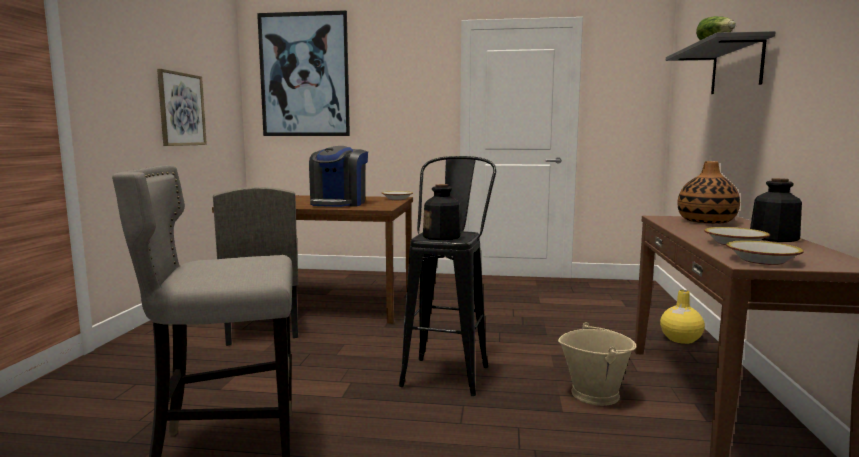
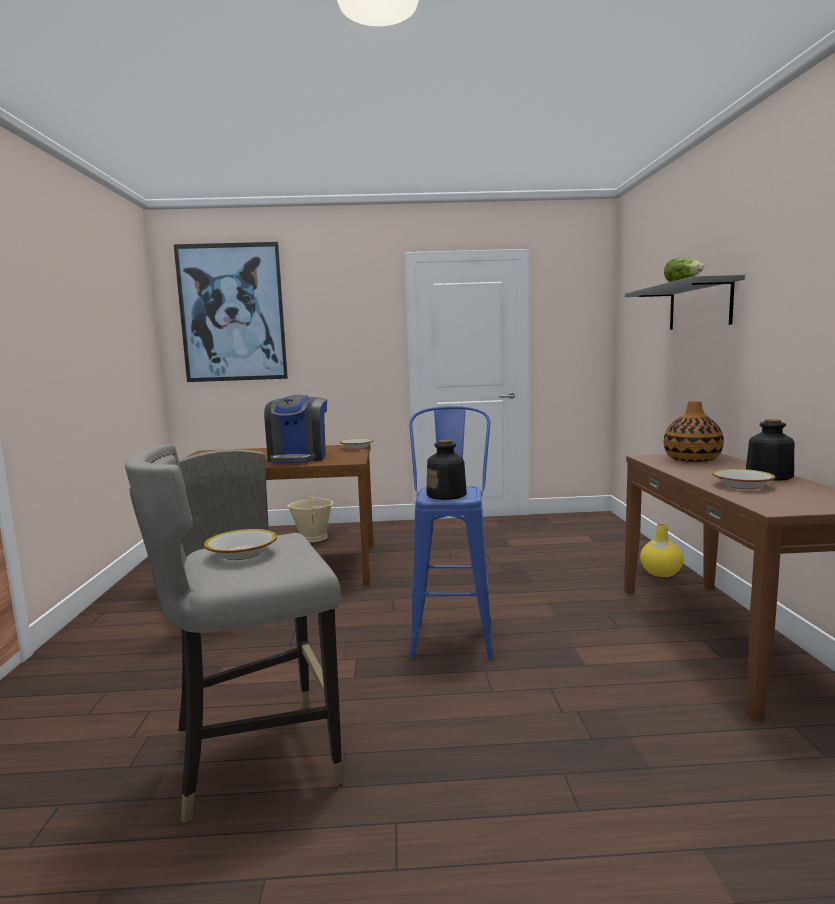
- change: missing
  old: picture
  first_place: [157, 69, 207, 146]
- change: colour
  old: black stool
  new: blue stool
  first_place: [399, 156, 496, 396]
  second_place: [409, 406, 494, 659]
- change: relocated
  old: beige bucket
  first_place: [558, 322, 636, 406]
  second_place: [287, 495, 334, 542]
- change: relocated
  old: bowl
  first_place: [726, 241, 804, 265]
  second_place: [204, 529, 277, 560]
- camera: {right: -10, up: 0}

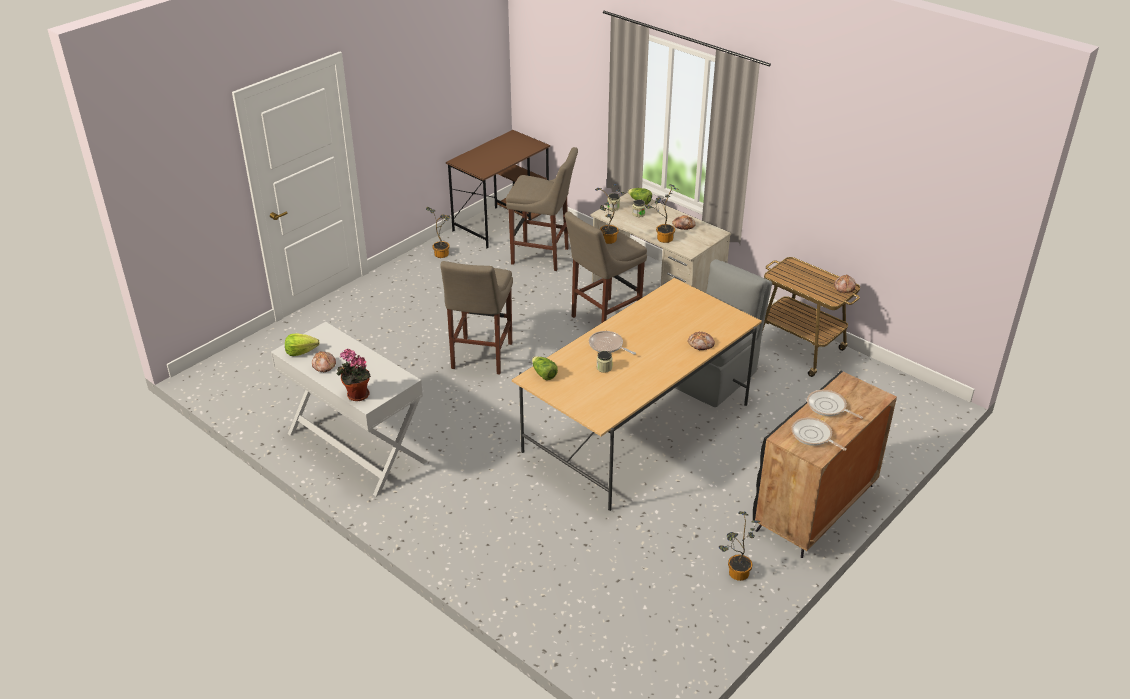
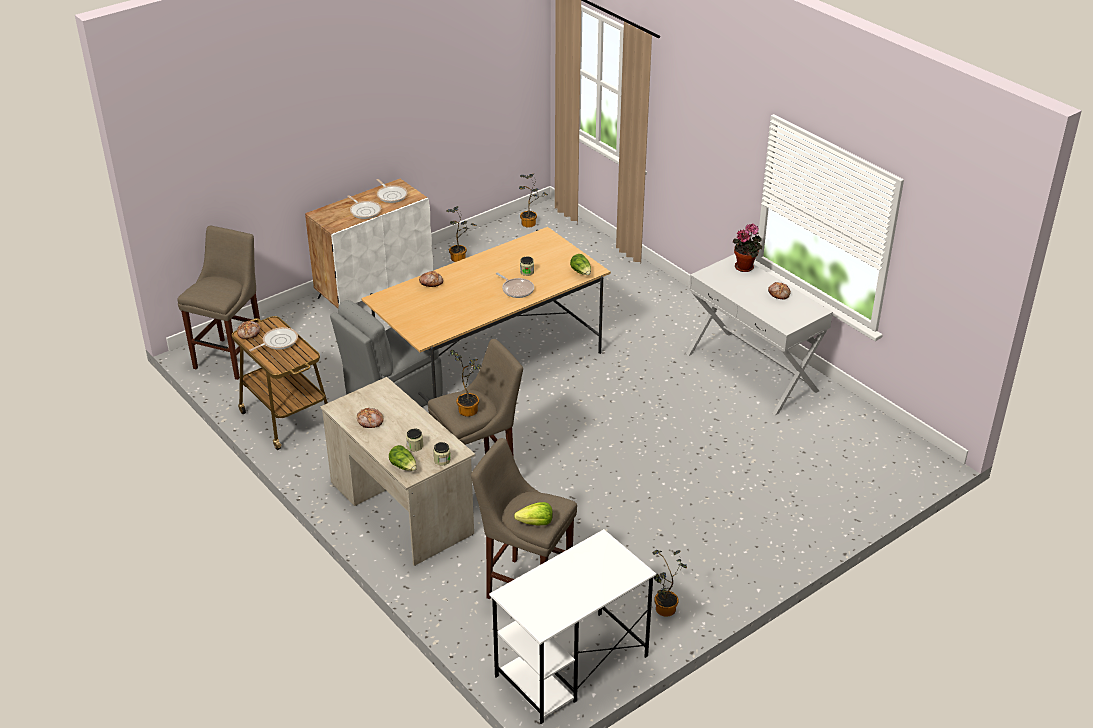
- change: relocated
  old: lettuce
  first_place: [285, 333, 320, 356]
  second_place: [514, 502, 553, 526]
- change: relocated
  old: beige stool
  first_place: [440, 261, 513, 374]
  second_place: [177, 225, 264, 380]
- change: colour
  old: brown desk
  new: white desk
  first_place: [446, 130, 550, 248]
  second_place: [489, 529, 656, 724]
- change: relocated
  old: potted plant
  first_place: [645, 184, 677, 243]
  second_place: [519, 174, 548, 228]
- change: colour
  old: black cabinet
  new: white cabinet
  first_place: [753, 371, 897, 558]
  second_place: [305, 179, 433, 308]
- change: appeared
  new: frying pan
  second_place: [249, 327, 298, 351]
- camera: {right: -170, up: 0}

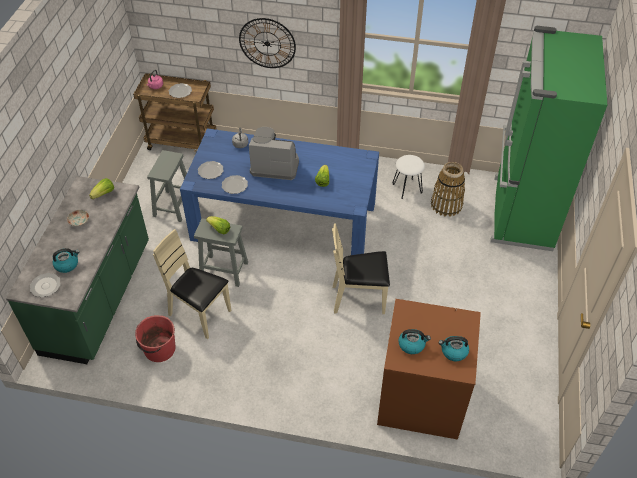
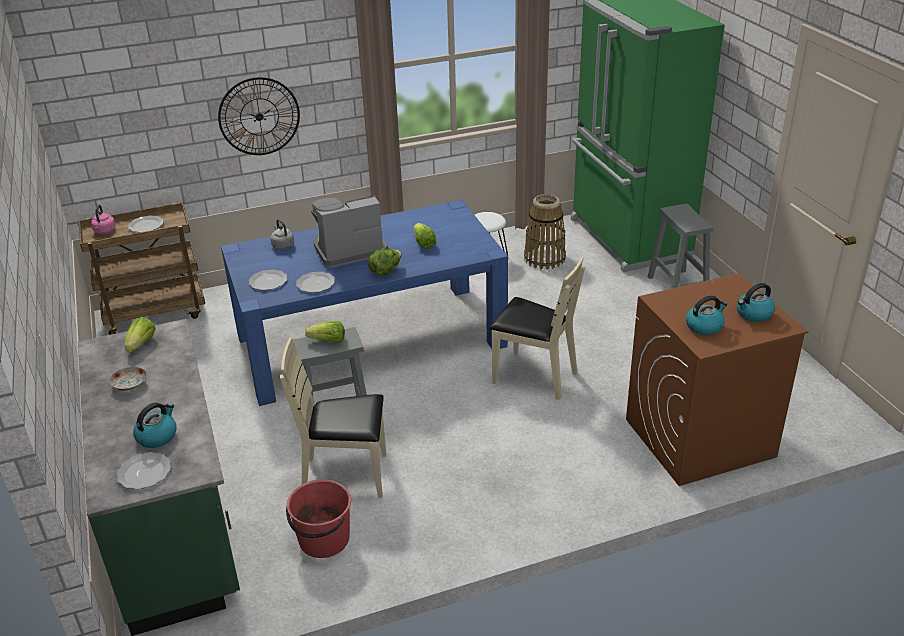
- change: relocated
  old: grey stool
  first_place: [147, 150, 187, 222]
  second_place: [648, 204, 714, 288]
- change: spun
  old: beige chair
  first_place: [332, 223, 390, 314]
  second_place: [490, 257, 585, 400]
  degrees: -120
- change: appeared
  new: lettuce
  second_place: [368, 248, 402, 276]
- camera: {right: -30, up: -15}

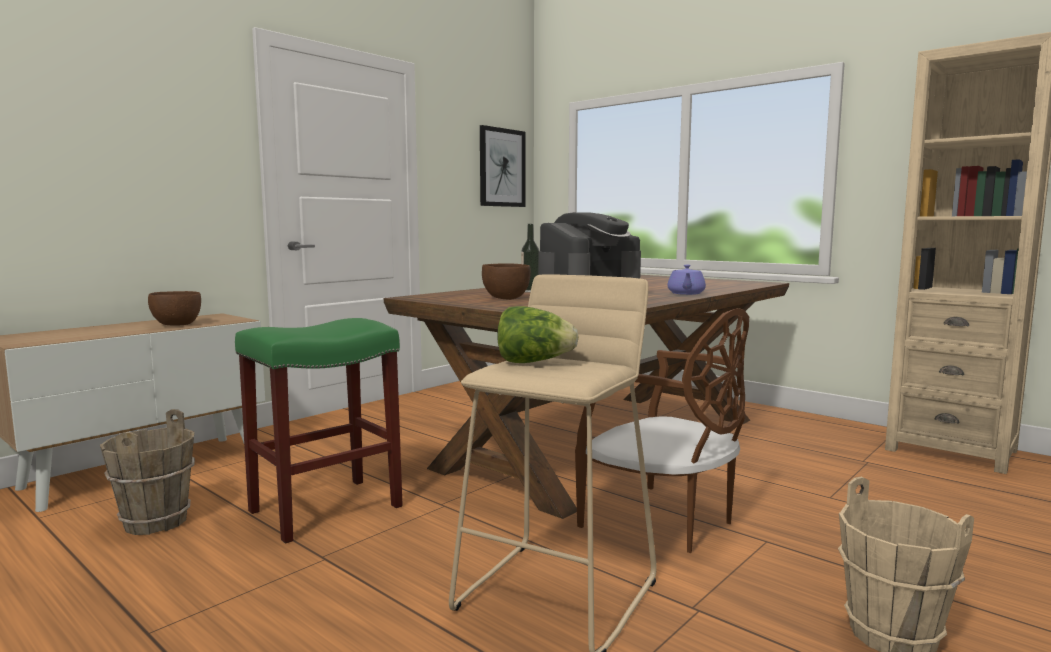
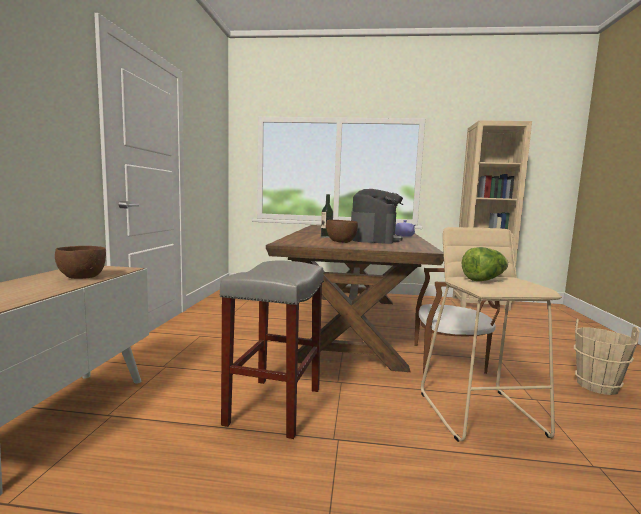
- change: missing
  old: brown bucket
  first_place: [100, 409, 195, 535]
- change: colour
  old: green stool
  new: grey stool
  first_place: [235, 318, 403, 543]
  second_place: [220, 260, 324, 439]
- change: missing
  old: picture
  first_place: [480, 125, 525, 207]
- camera: {right: -35, up: 0}

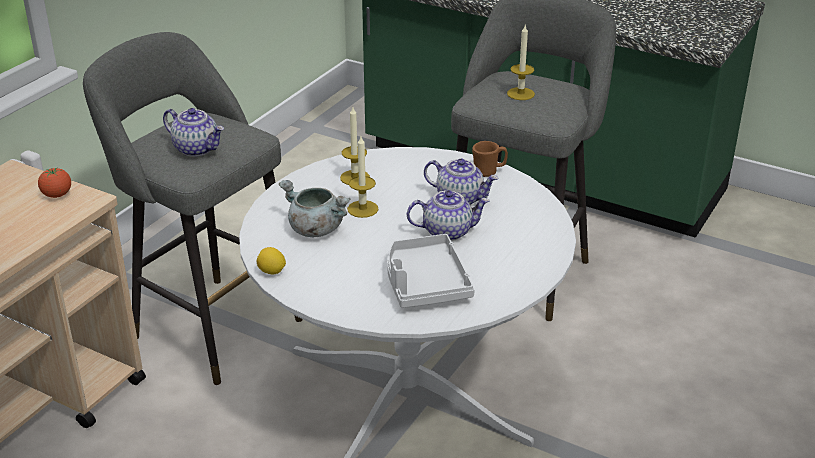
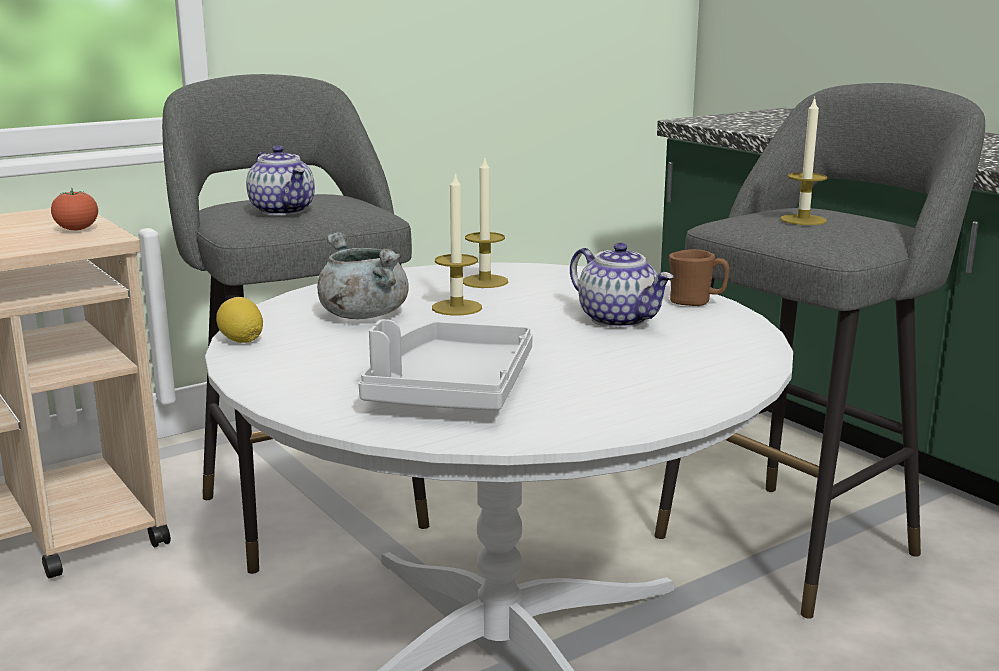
- change: missing
  old: teapot
  first_place: [407, 190, 490, 241]
- camera: {right: 25, up: -15}

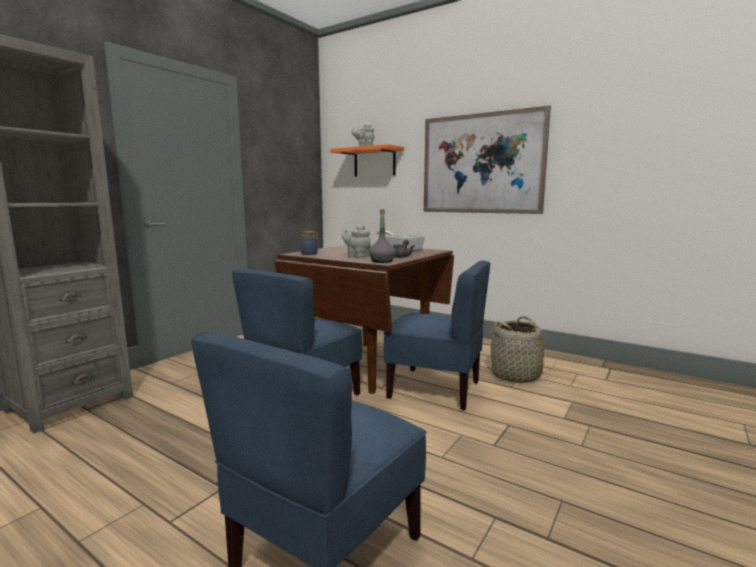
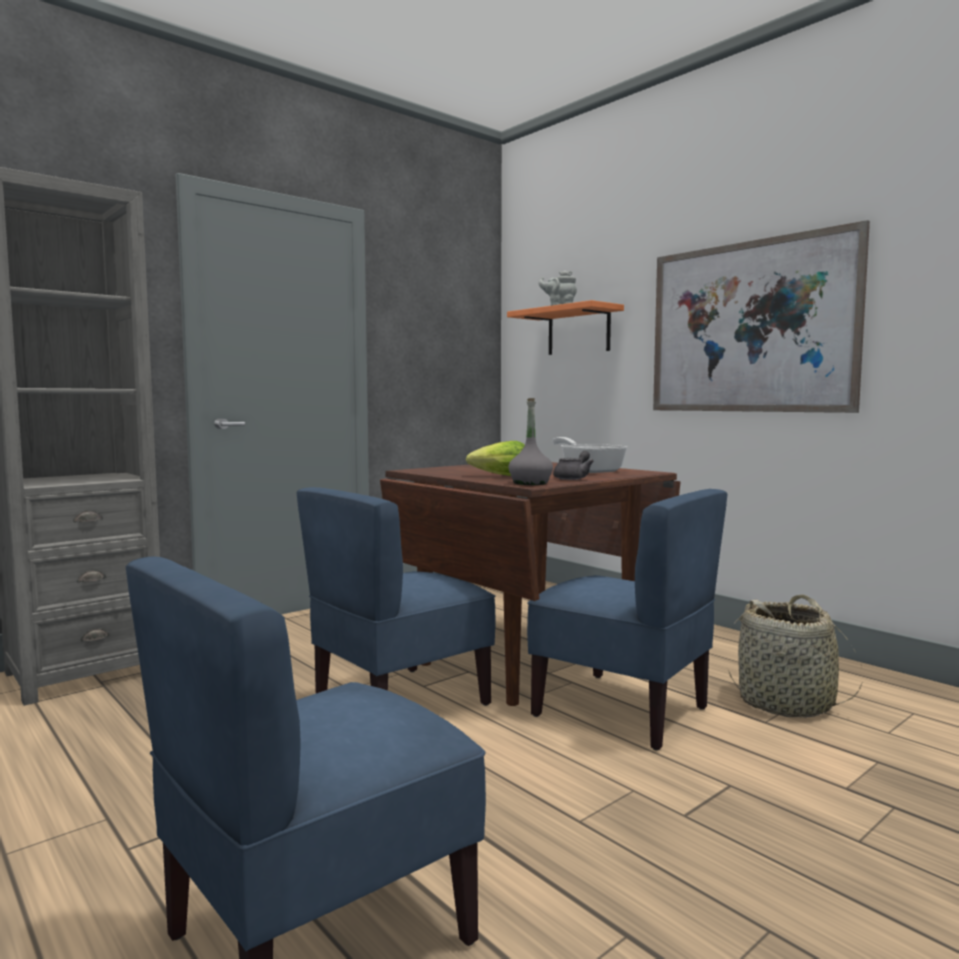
- change: missing
  old: jar
  first_place: [301, 231, 320, 255]
- change: exchanged
  old: grey teapot
  new: lettuce
  first_place: [342, 225, 370, 258]
  second_place: [466, 441, 525, 476]
- camera: {right: 15, up: -5}

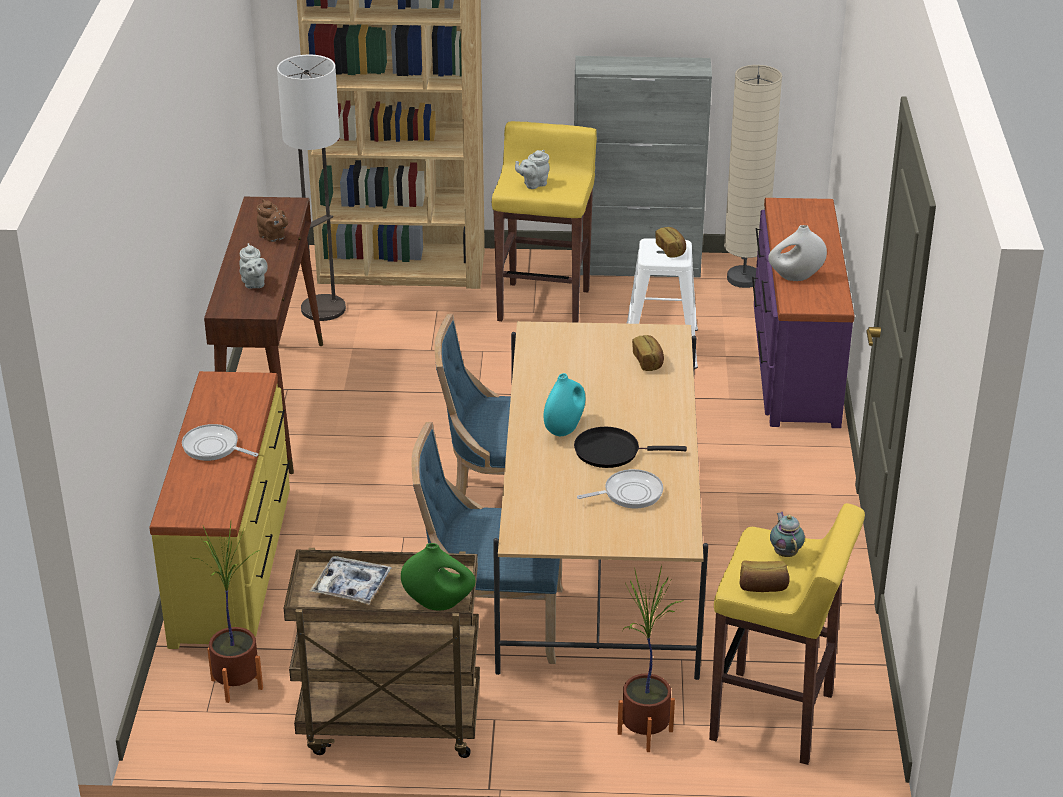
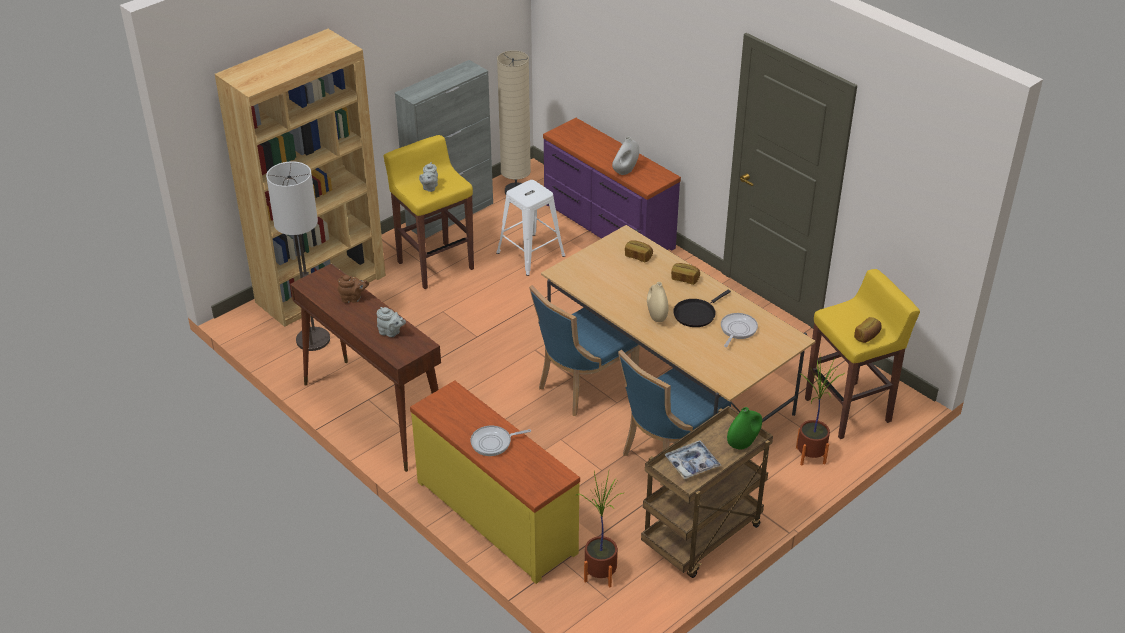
- change: colour
  old: turquoise vase
  new: beige vase
  first_place: [544, 373, 585, 436]
  second_place: [647, 282, 669, 322]
- change: relocated
  old: bread
  first_place: [655, 227, 686, 258]
  second_place: [671, 263, 700, 285]
- change: missing
  old: teapot
  first_place: [770, 512, 805, 557]
- camera: {right: -45, up: 5}

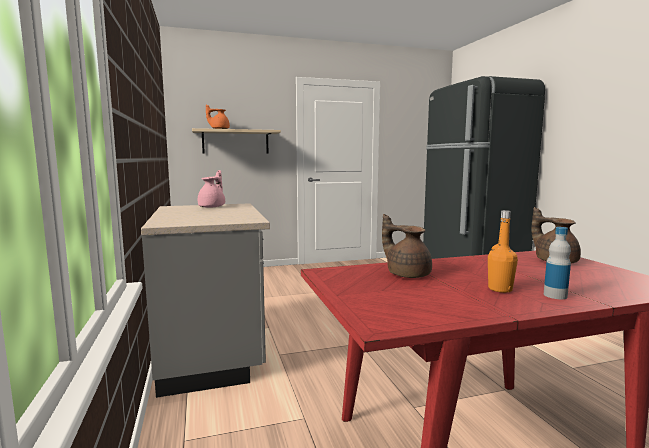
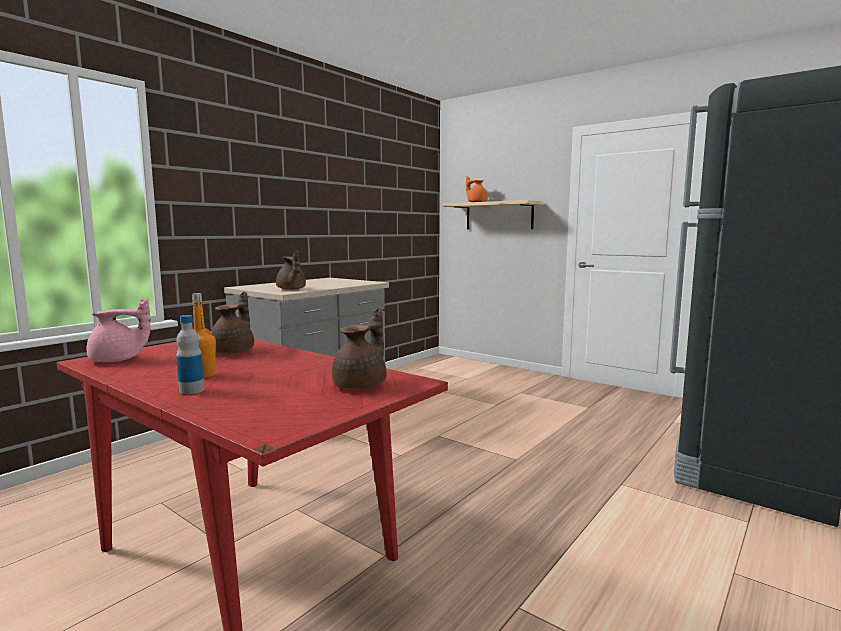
- change: relocated
  old: pink teapot
  first_place: [198, 170, 225, 208]
  second_place: [87, 298, 151, 362]
- change: appeared
  new: brown teapot
  second_place: [276, 250, 306, 290]
- camera: {right: 55, up: 0}

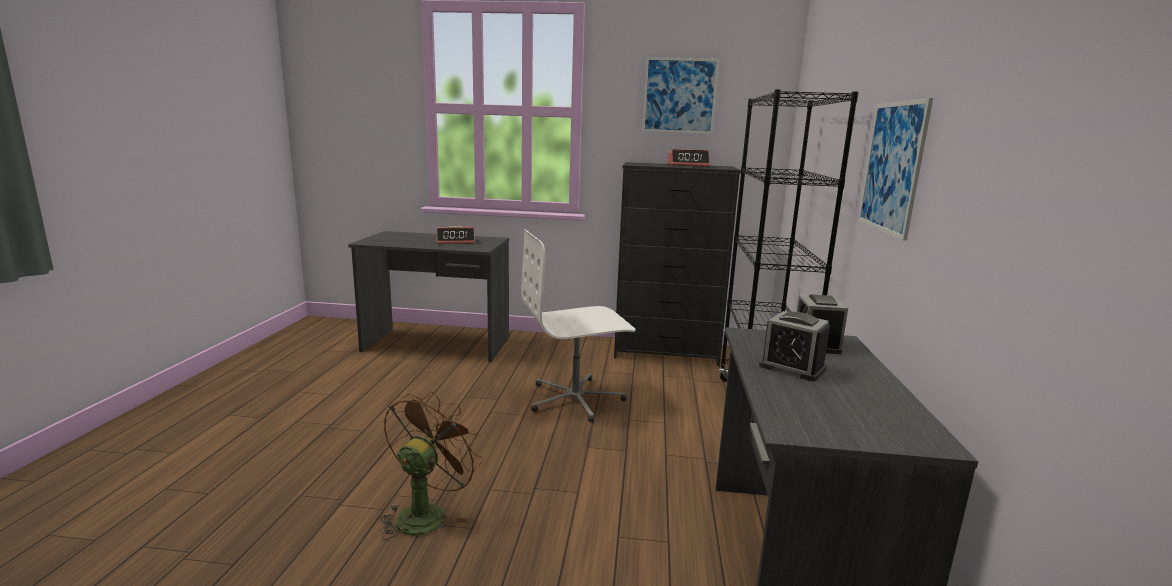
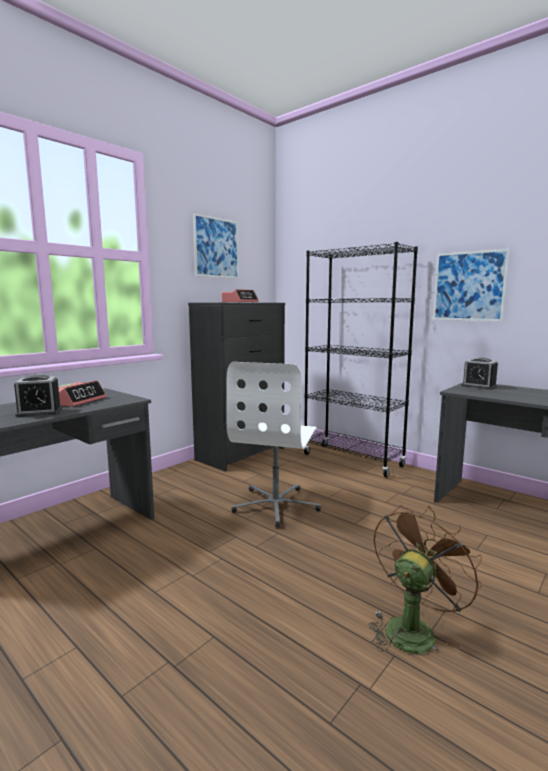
- change: spun
  old: brown fan
  first_place: [380, 391, 483, 540]
  second_place: [368, 505, 482, 654]
  degrees: 75
- change: relocated
  old: alarm clock
  first_place: [759, 311, 830, 381]
  second_place: [14, 374, 62, 417]
- camera: {right: -55, up: -5}

